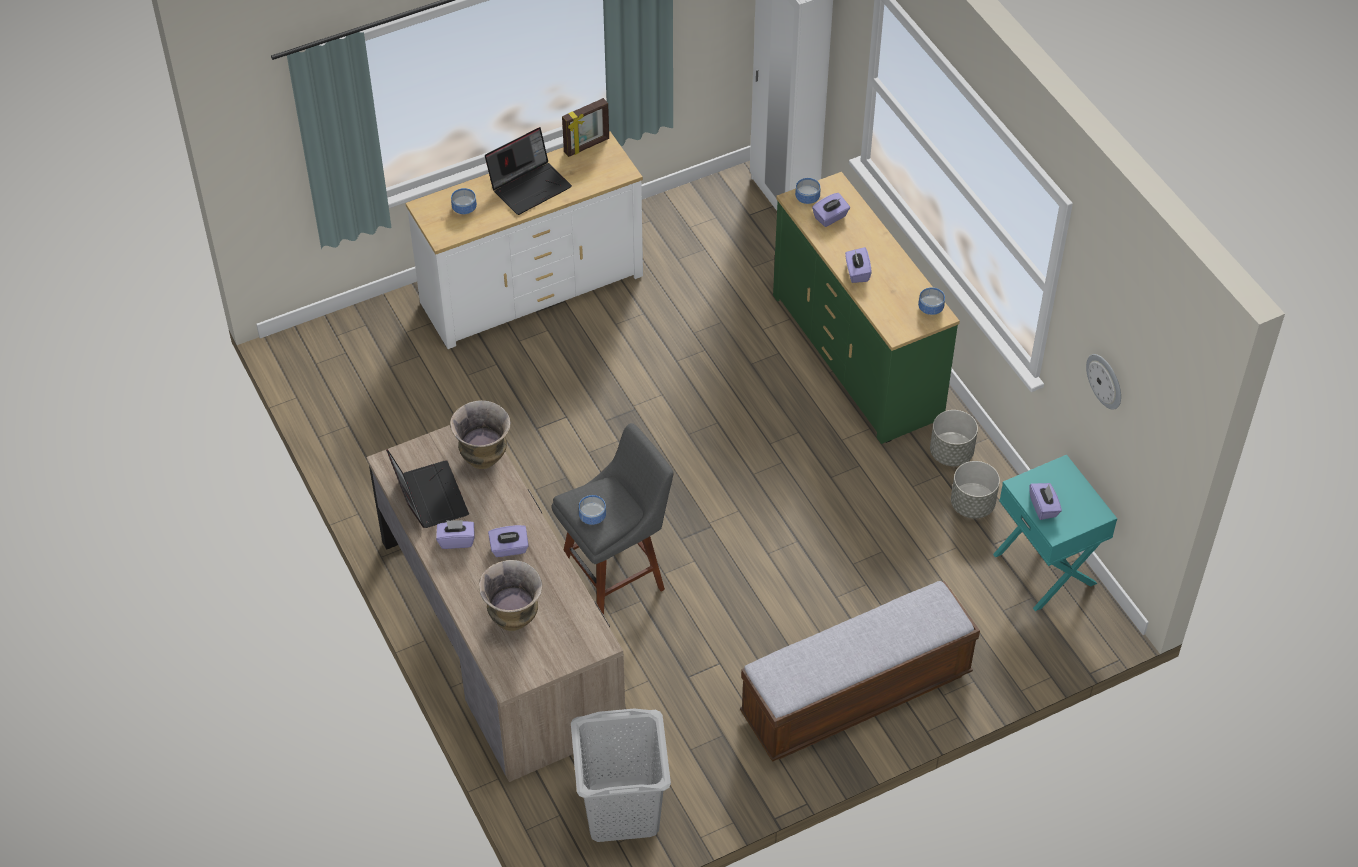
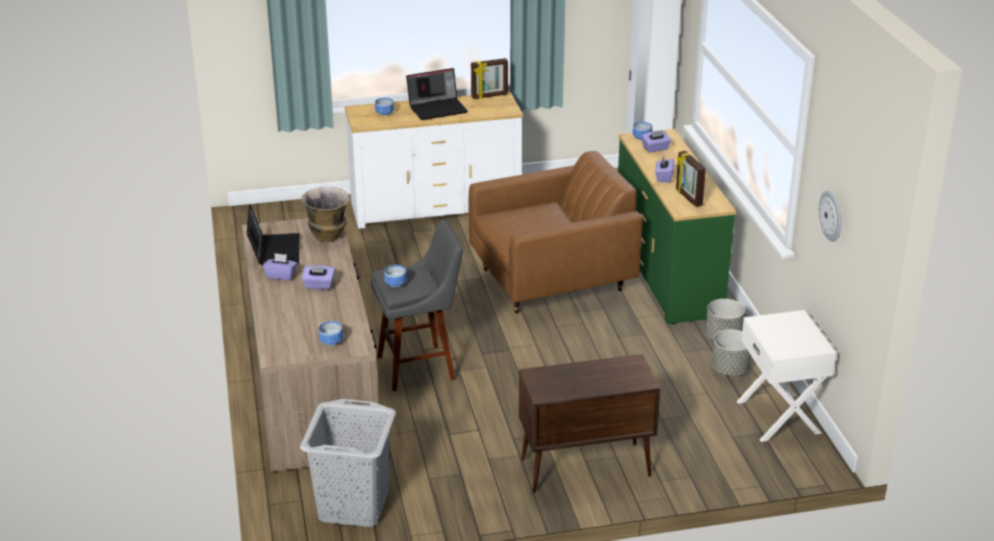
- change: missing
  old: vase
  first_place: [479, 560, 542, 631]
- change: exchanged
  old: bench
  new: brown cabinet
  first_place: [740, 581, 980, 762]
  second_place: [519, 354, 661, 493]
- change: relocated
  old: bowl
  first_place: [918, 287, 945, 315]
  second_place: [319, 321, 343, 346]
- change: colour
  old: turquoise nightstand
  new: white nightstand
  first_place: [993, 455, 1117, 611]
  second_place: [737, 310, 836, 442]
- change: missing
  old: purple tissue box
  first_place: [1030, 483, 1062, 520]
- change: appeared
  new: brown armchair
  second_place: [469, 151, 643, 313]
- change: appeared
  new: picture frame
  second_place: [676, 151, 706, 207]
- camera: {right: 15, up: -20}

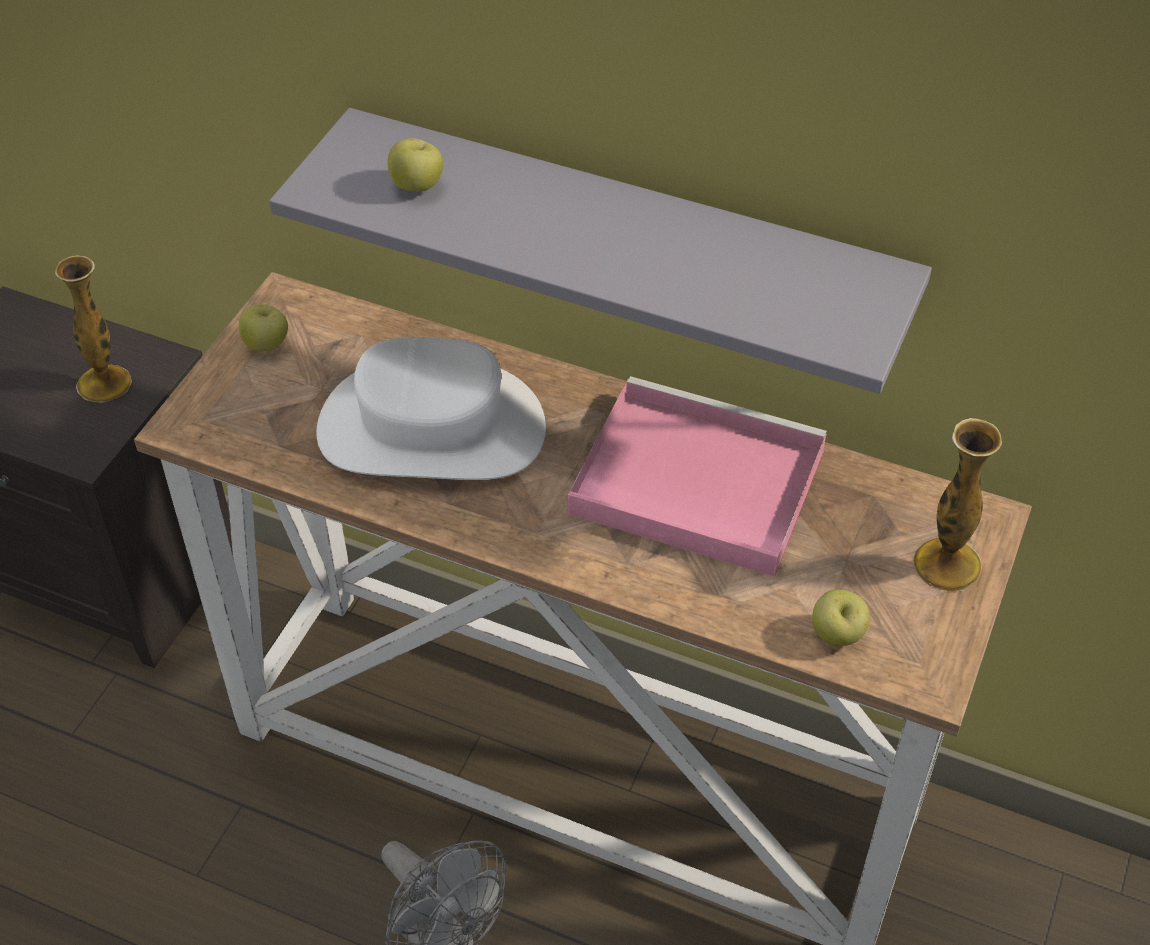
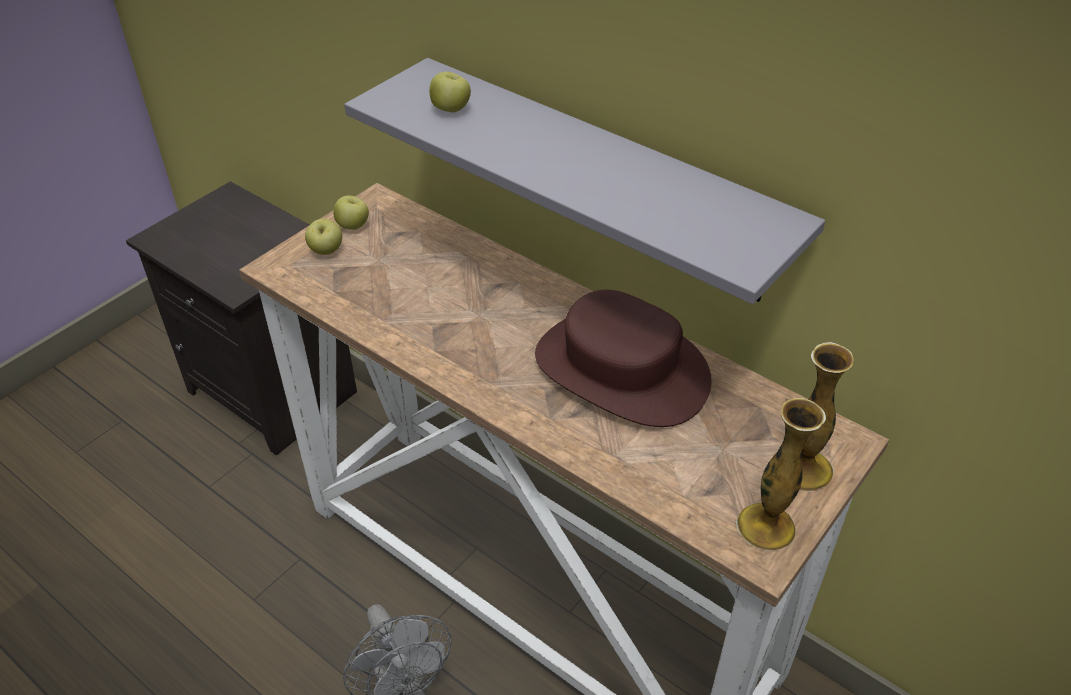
- change: relocated
  old: vase
  first_place: [55, 255, 132, 403]
  second_place: [736, 398, 826, 551]
- change: missing
  old: white hat
  first_place: [316, 337, 546, 480]
- change: exchanged
  old: pink tray
  new: brown hat
  first_place: [568, 376, 827, 577]
  second_place: [535, 290, 712, 427]
- change: relocated
  old: apple
  first_place: [812, 589, 870, 646]
  second_place: [305, 219, 342, 255]
- camera: {right: 15, up: -5}

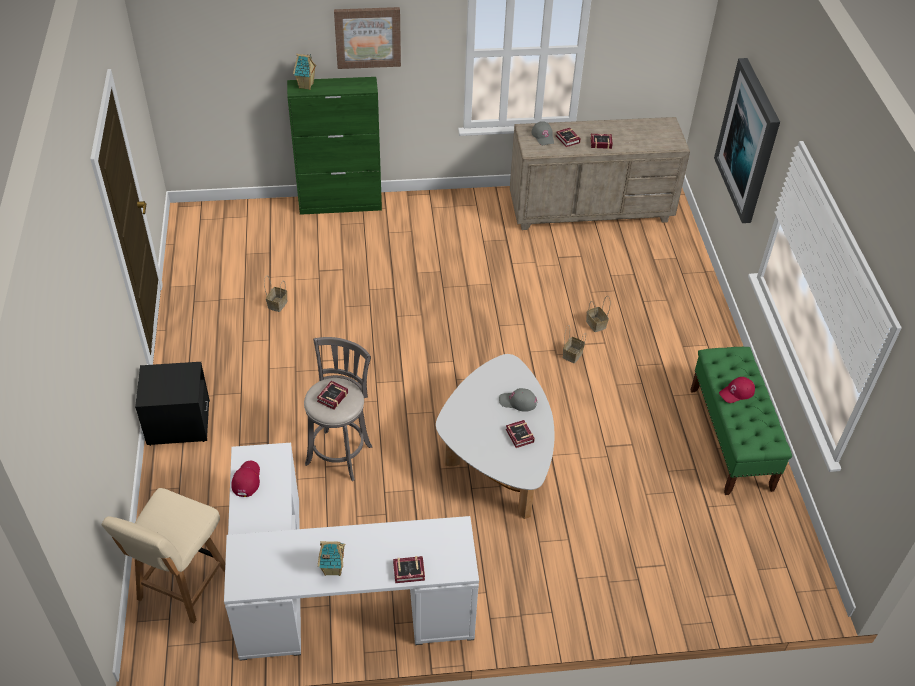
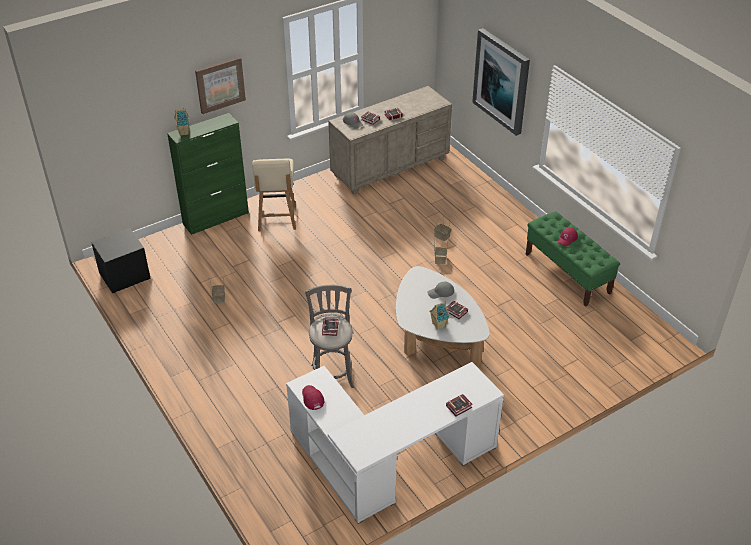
- change: relocated
  old: beige chair
  first_place: [102, 488, 225, 624]
  second_place: [252, 158, 296, 231]
- change: relocated
  old: black nightstand
  first_place: [135, 362, 210, 446]
  second_place: [91, 228, 151, 293]
- change: relocated
  old: toy house
  first_place: [318, 541, 345, 576]
  second_place: [429, 302, 450, 330]
- camera: {right: -25, up: -5}

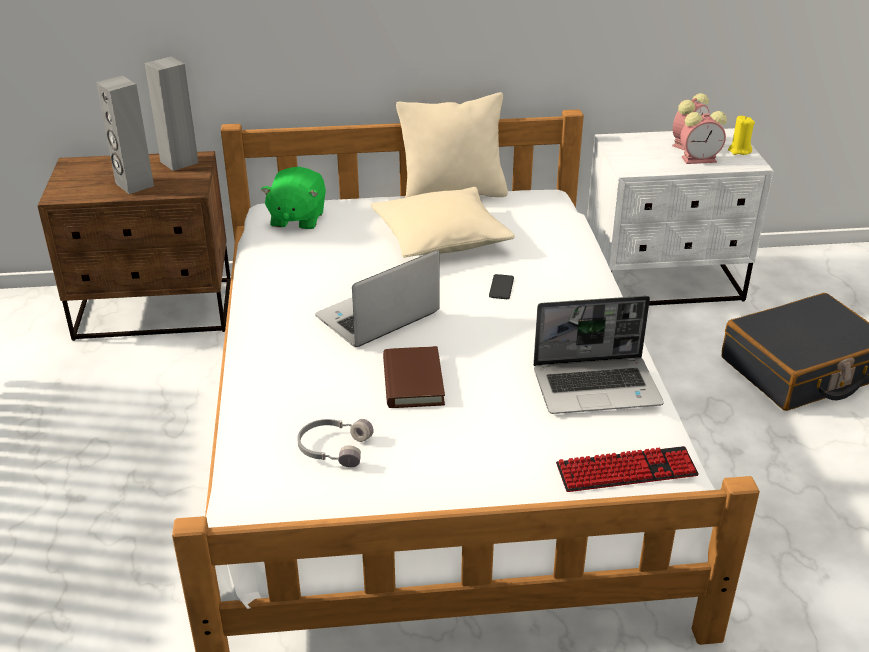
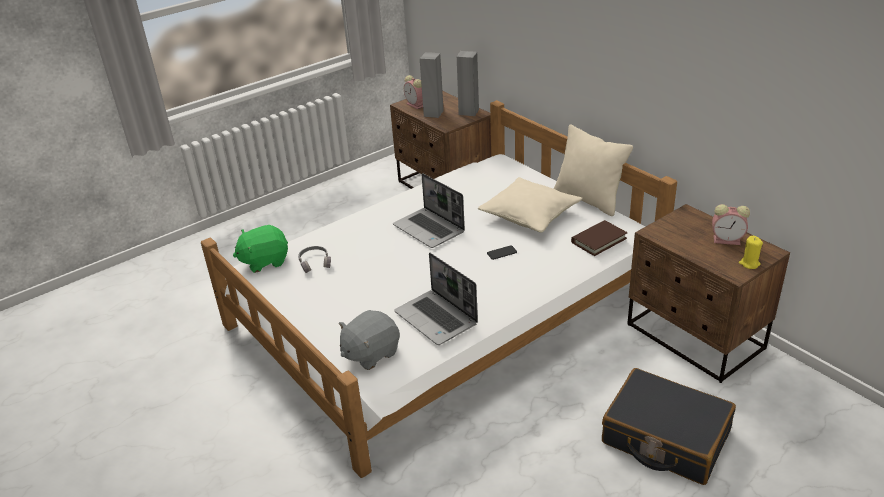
- change: relocated
  old: green plush toy
  first_place: [261, 167, 326, 229]
  second_place: [233, 225, 288, 273]
- change: spun
  old: laptop
  first_place: [315, 250, 440, 347]
  second_place: [393, 173, 465, 248]
  degrees: -150
- change: relocated
  old: brown book
  first_place: [383, 346, 445, 408]
  second_place: [571, 220, 628, 256]
- change: exchanged
  old: keyboard
  new: grey plush toy
  first_place: [556, 446, 699, 492]
  second_place: [339, 310, 400, 370]
- change: colour
  old: white nightstand
  new: brown nightstand
  first_place: [587, 128, 773, 306]
  second_place: [627, 204, 790, 383]
- change: relocated
  old: alarm clock
  first_place: [680, 111, 727, 164]
  second_place: [404, 75, 423, 109]
- camera: {right: 60, up: 0}

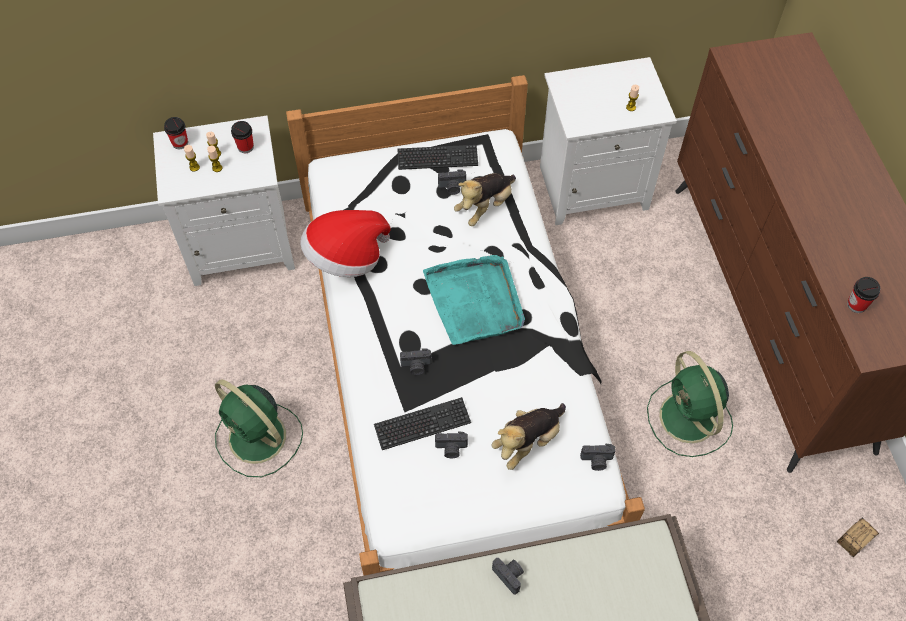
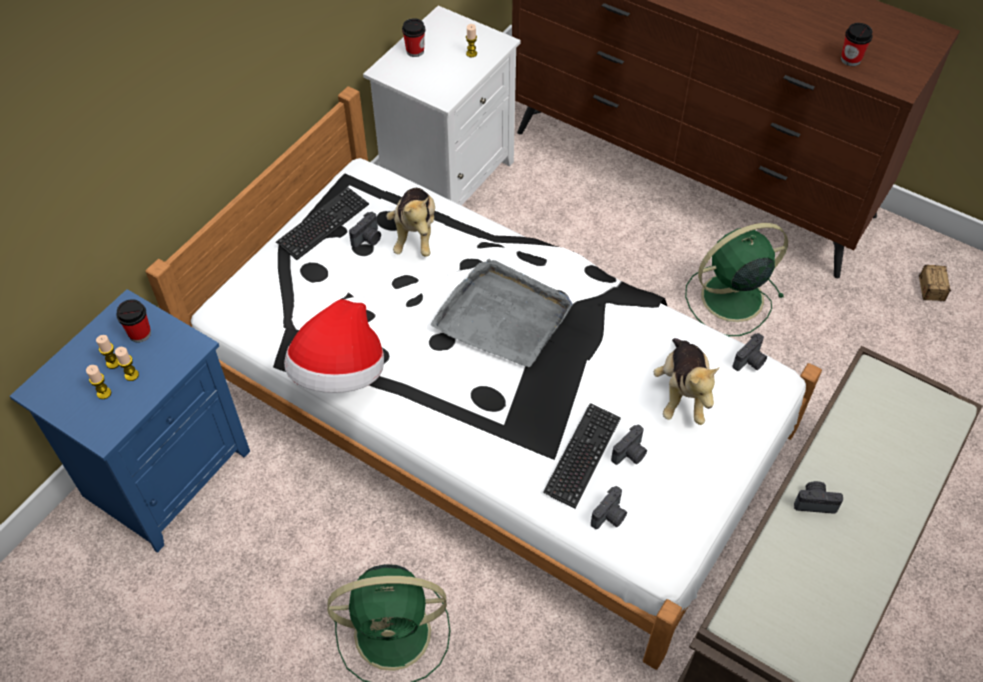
- change: colour
  old: white nightstand
  new: blue nightstand
  first_place: [153, 116, 295, 286]
  second_place: [10, 289, 250, 553]
- change: relocated
  old: cup
  first_place: [164, 117, 188, 149]
  second_place: [402, 18, 425, 57]
- change: relocated
  old: photo camera
  first_place: [400, 349, 432, 375]
  second_place: [591, 486, 627, 529]
- change: colour
  old: turquoise tray
  new: grey tray
  first_place: [423, 255, 525, 345]
  second_place: [431, 259, 573, 367]
- change: spun
  old: green fan
  first_place: [647, 351, 733, 457]
  second_place: [685, 223, 788, 336]
  degrees: 135
- camera: {right: -45, up: -5}

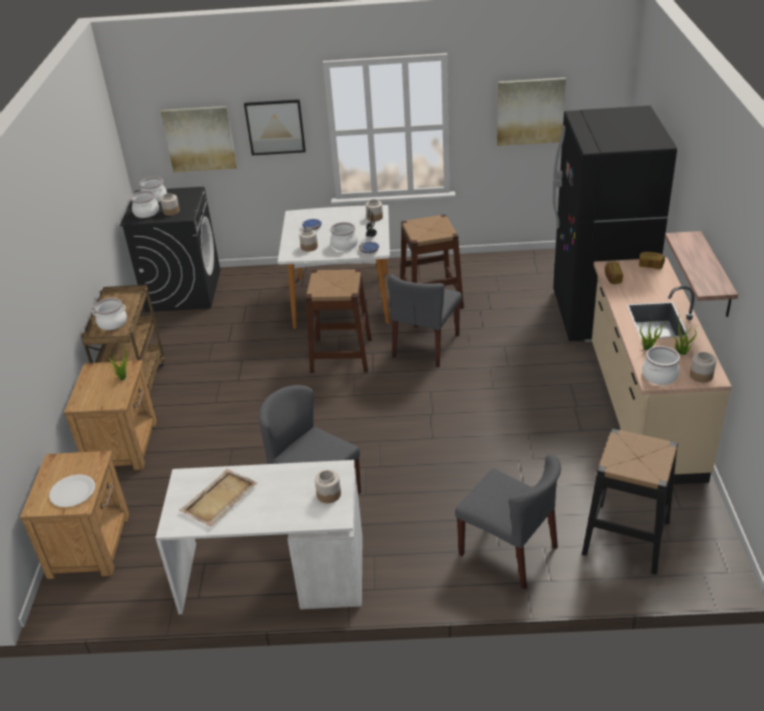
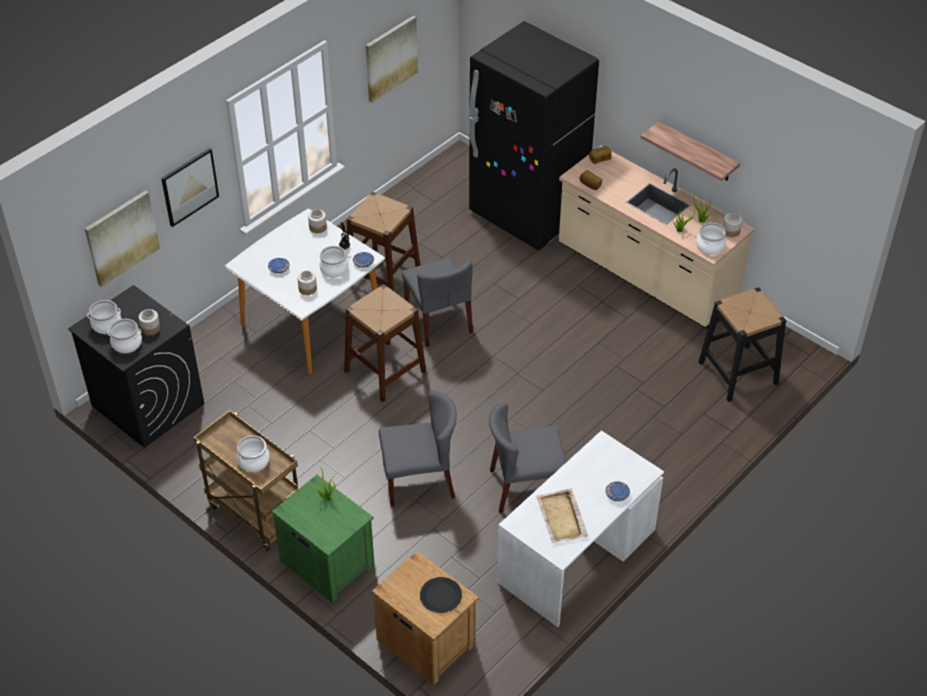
- change: colour
  old: white plate
  new: black plate
  first_place: [49, 474, 95, 507]
  second_place: [420, 577, 462, 613]
- change: colour
  old: brown nightstand
  new: green nightstand
  first_place: [64, 360, 157, 470]
  second_place: [272, 475, 375, 603]
- change: missing
  old: jar
  first_place: [315, 470, 341, 503]
- change: relocated
  old: grey chair
  first_place: [455, 454, 561, 590]
  second_place: [379, 391, 457, 507]
- change: appeared
  new: blue plate
  second_place: [606, 481, 630, 501]
- camera: {right: -50, up: 10}

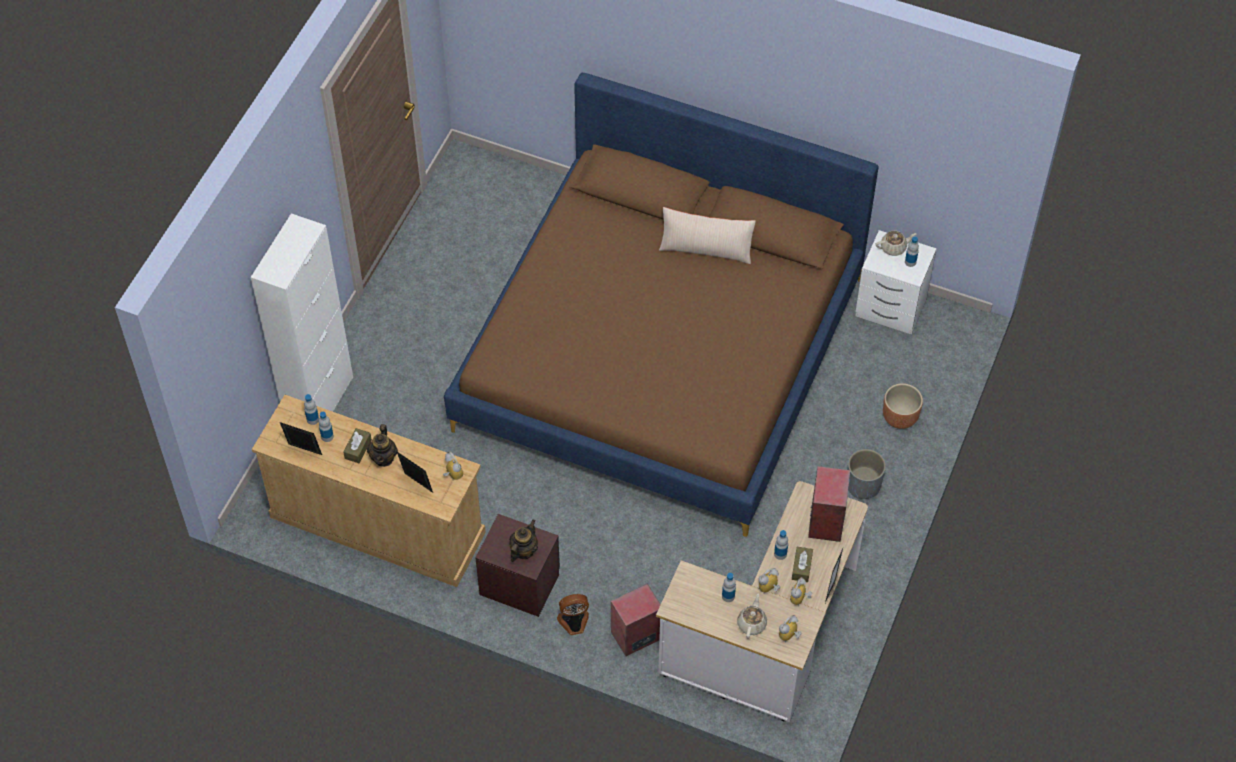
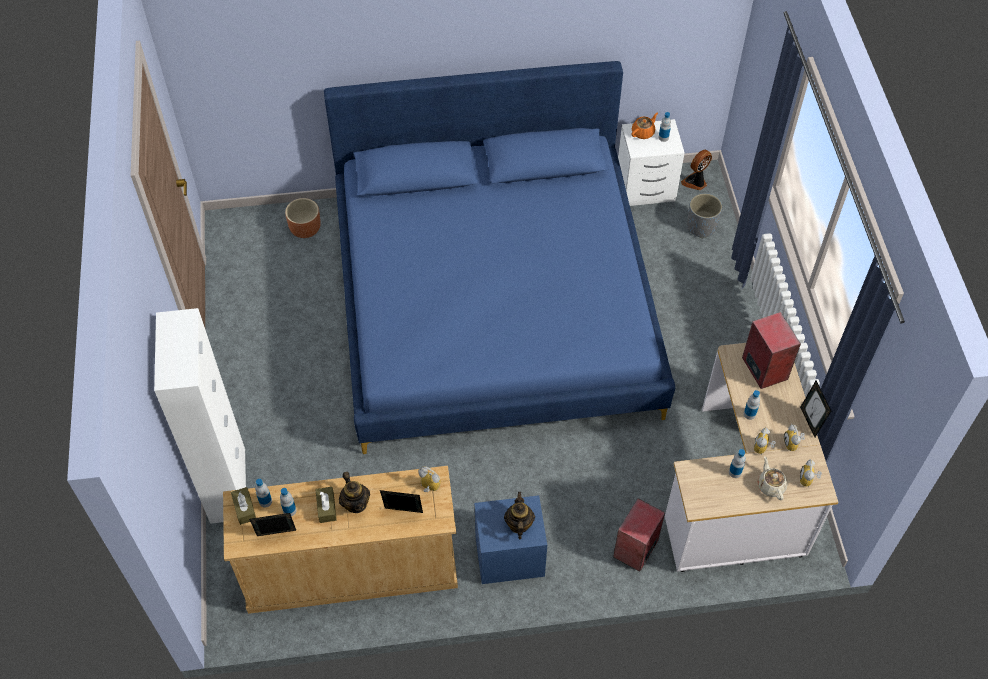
- change: colour
  old: brown bed
  new: blue bed
  first_place: [444, 72, 879, 537]
  second_place: [324, 61, 675, 454]
- change: colour
  old: brown nightstand
  new: blue nightstand
  first_place: [476, 514, 560, 617]
  second_place: [474, 495, 547, 584]
- change: relocated
  old: fan
  first_place: [557, 594, 589, 635]
  second_place: [681, 149, 712, 190]
- change: missing
  old: beige pillow
  first_place: [659, 207, 756, 264]
- change: relocated
  old: brown tissue box
  first_place: [792, 547, 813, 582]
  second_place: [231, 487, 256, 525]
- change: relocated
  old: grey planter
  first_place: [847, 449, 886, 499]
  second_place: [687, 193, 722, 238]
- change: colour
  old: beige teapot
  new: orange teapot
  first_place: [875, 231, 917, 256]
  second_place: [631, 112, 658, 139]
- change: relocated
  old: brown planter
  first_place: [883, 383, 923, 429]
  second_place: [285, 198, 321, 238]
- camera: {right: -30, up: 0}

